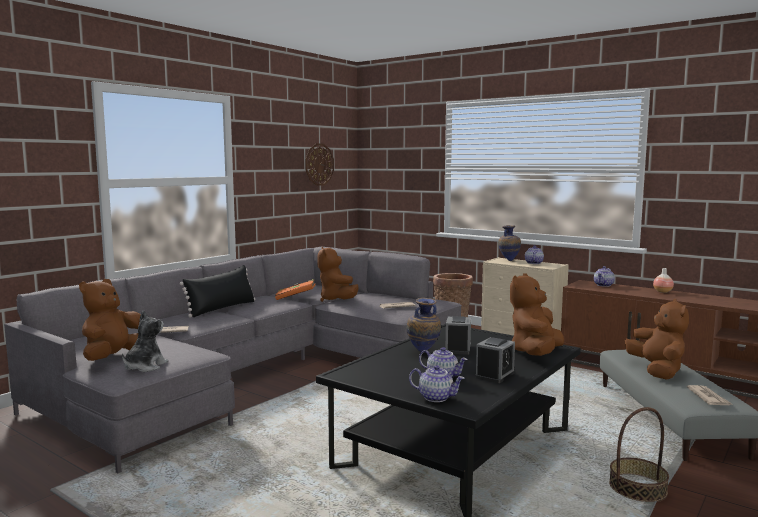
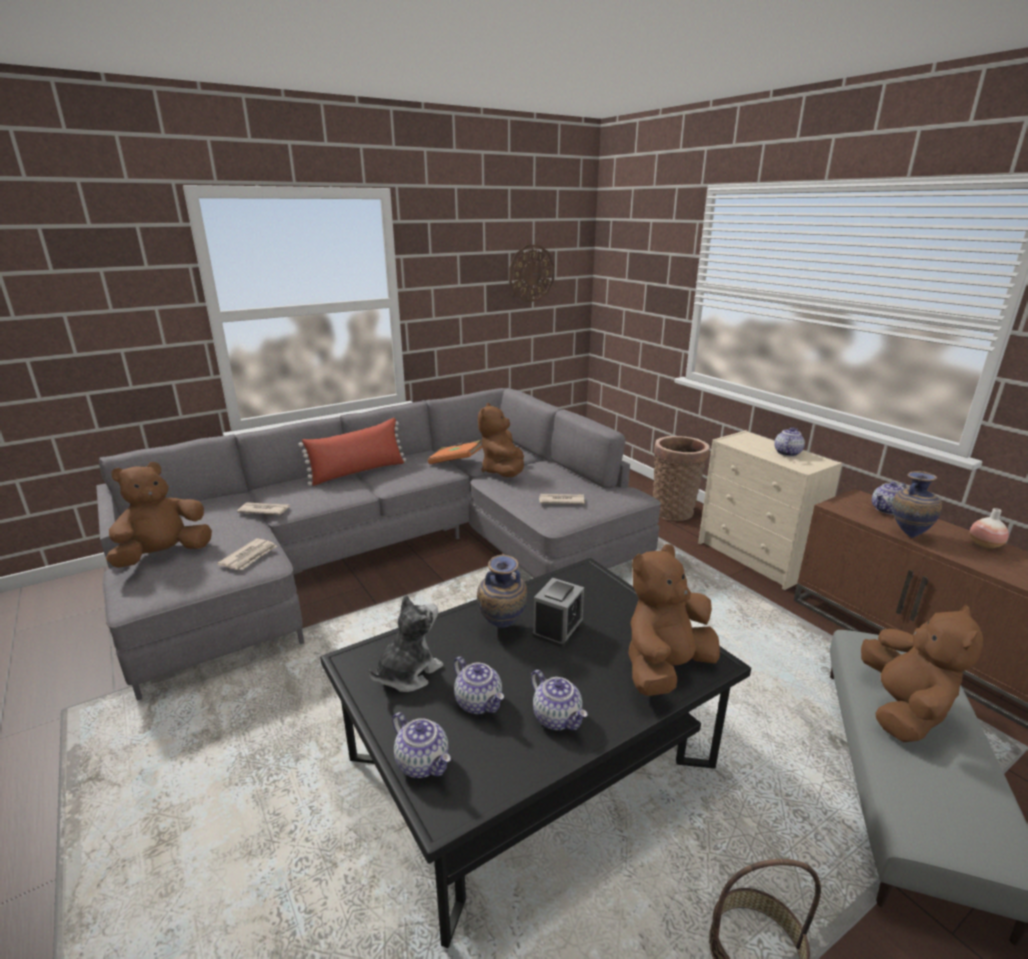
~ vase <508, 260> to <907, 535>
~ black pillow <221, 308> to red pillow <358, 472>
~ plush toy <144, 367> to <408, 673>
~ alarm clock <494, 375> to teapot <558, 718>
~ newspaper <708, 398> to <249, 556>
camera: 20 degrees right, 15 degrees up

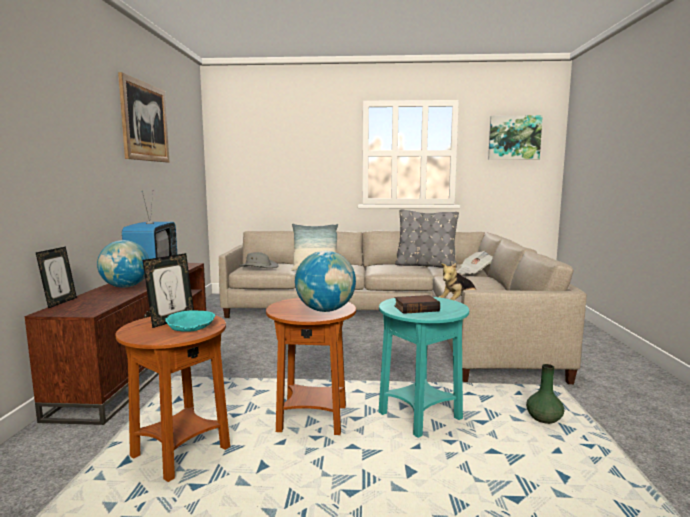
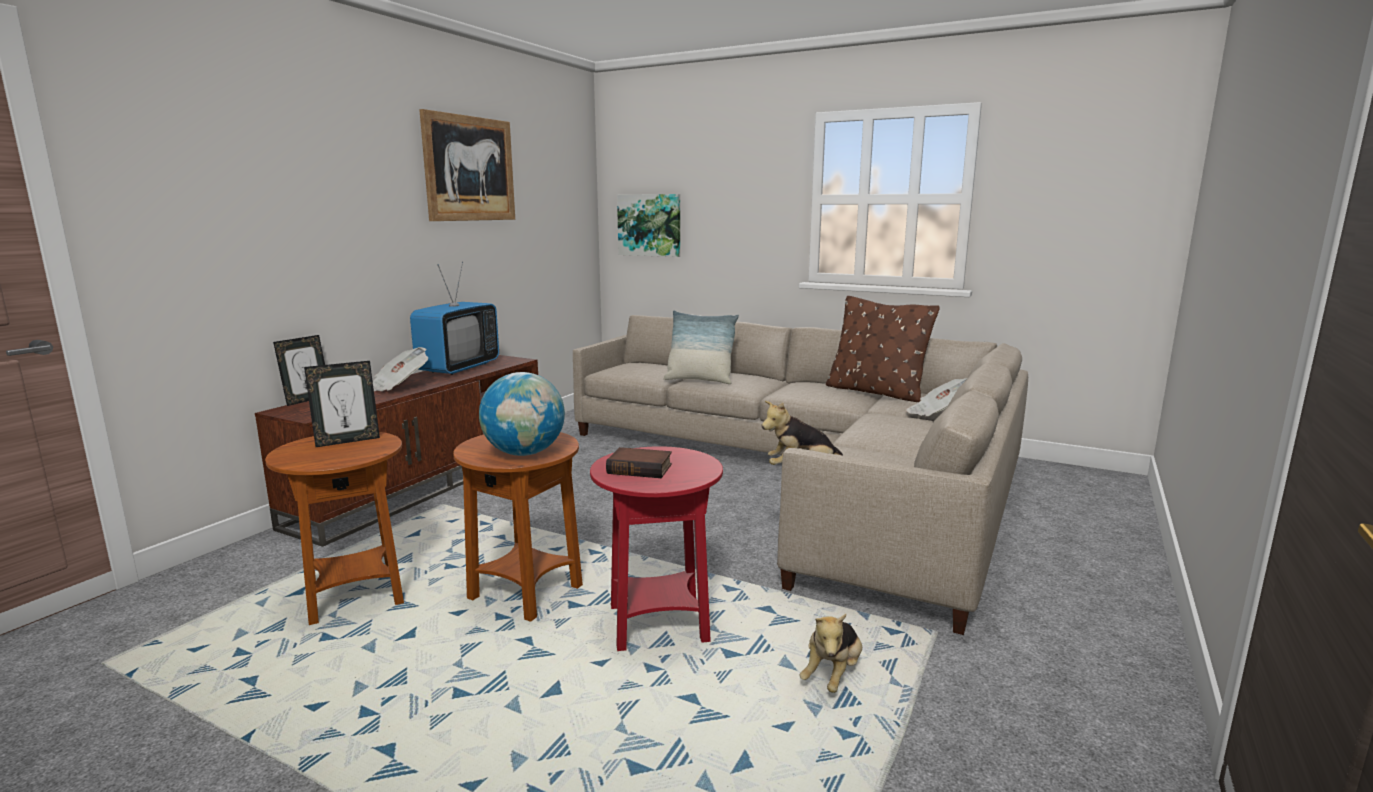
~ picture <514, 138> to <650, 225>
~ grey pillow <425, 265> to brown pillow <876, 392>
~ globe <125, 287> to newspaper <397, 386>
- grey hat <258, 267>
~ turquoise side table <420, 416> to red side table <658, 624>
- turquoise bowl <190, 327>
~ green vase <543, 419> to plush toy <832, 675>
camera: 25 degrees right, 5 degrees up

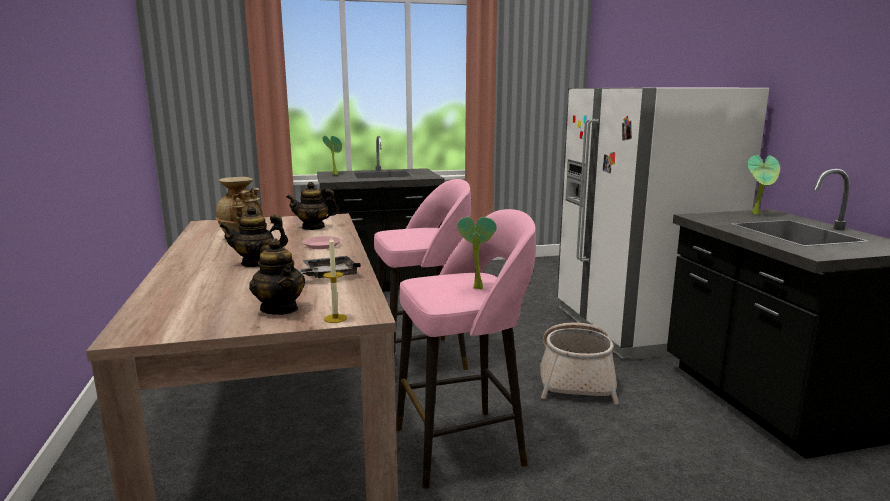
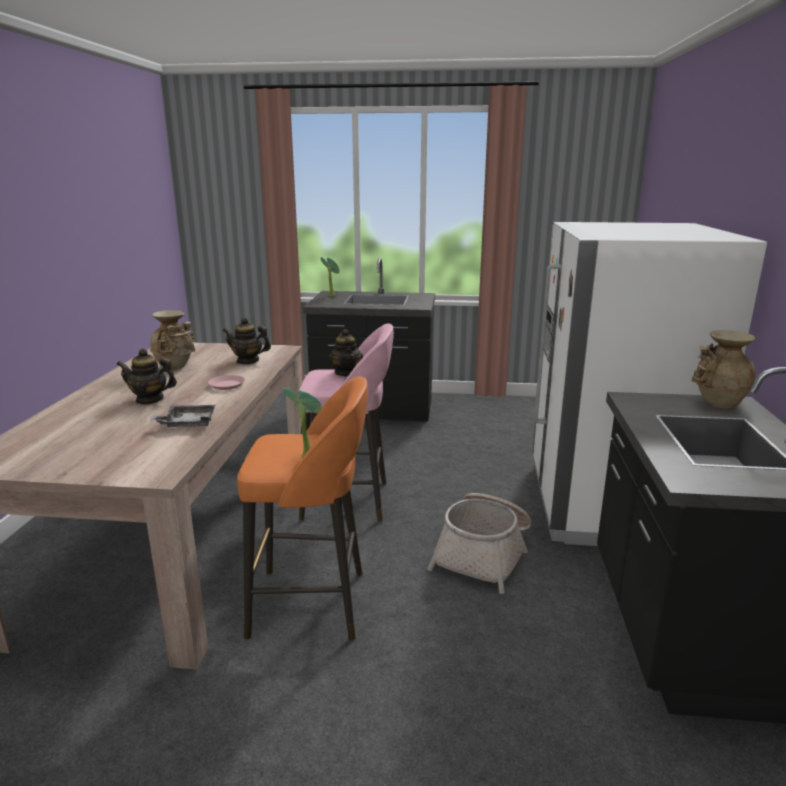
~ potted plant <757, 214> to beige vase <717, 403>
~ pink stool <463, 446> to orange stool <312, 604>
- candle <335, 318>
~ teapot <280, 309> to <346, 373>
camera: 20 degrees right, 5 degrees up

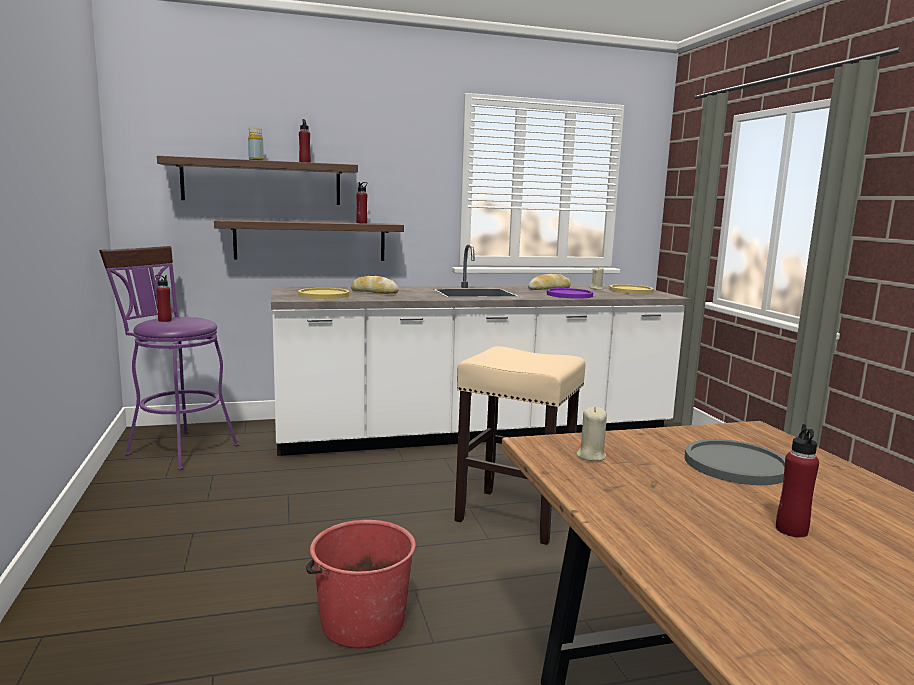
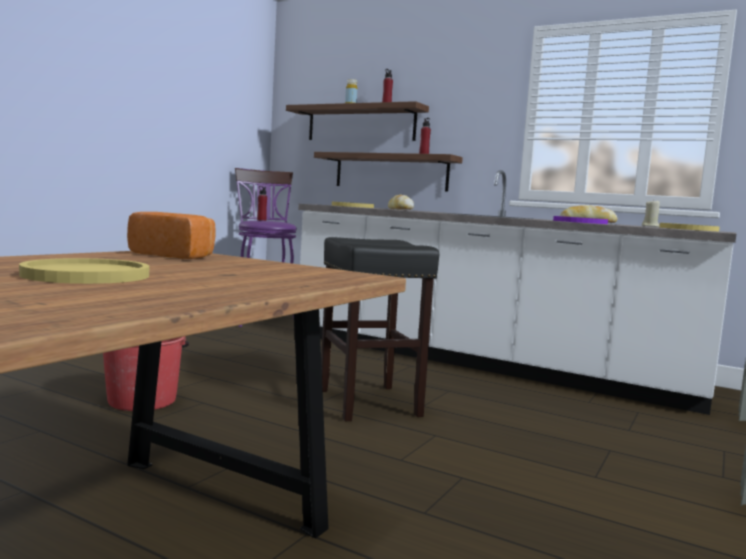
~ beige stool <515, 516> to black stool <369, 403>
~ beige candle <590, 456> to bread <174, 255>
~ red bottle <791, 530> to yellow plate <86, 275>
- grey plate <735, 464>
camera: 45 degrees right, 5 degrees down

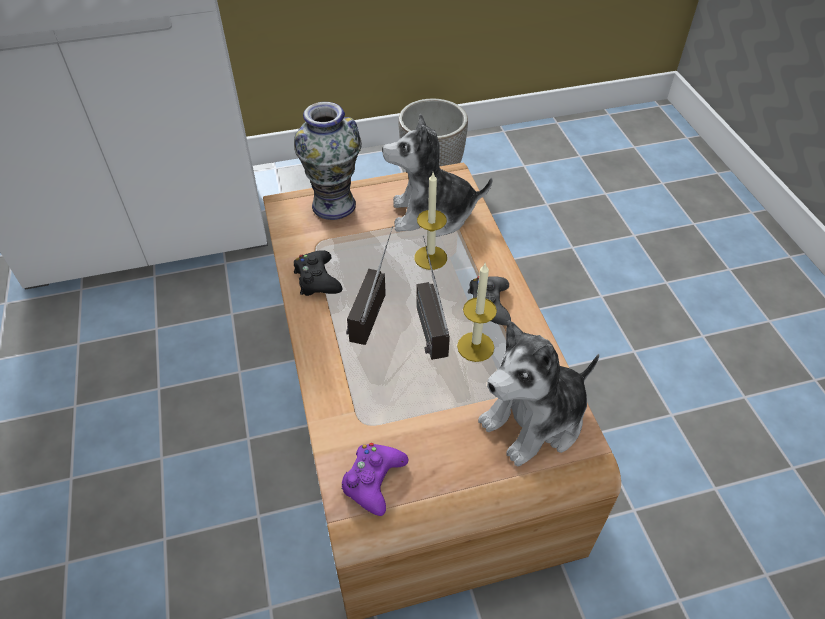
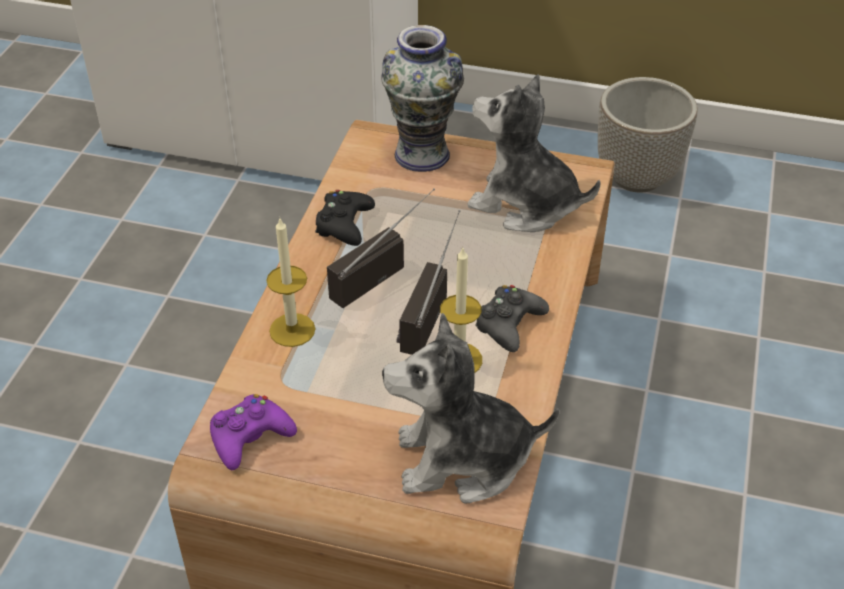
~ candle <430, 257> to <292, 330>
camera: 30 degrees right, 5 degrees down

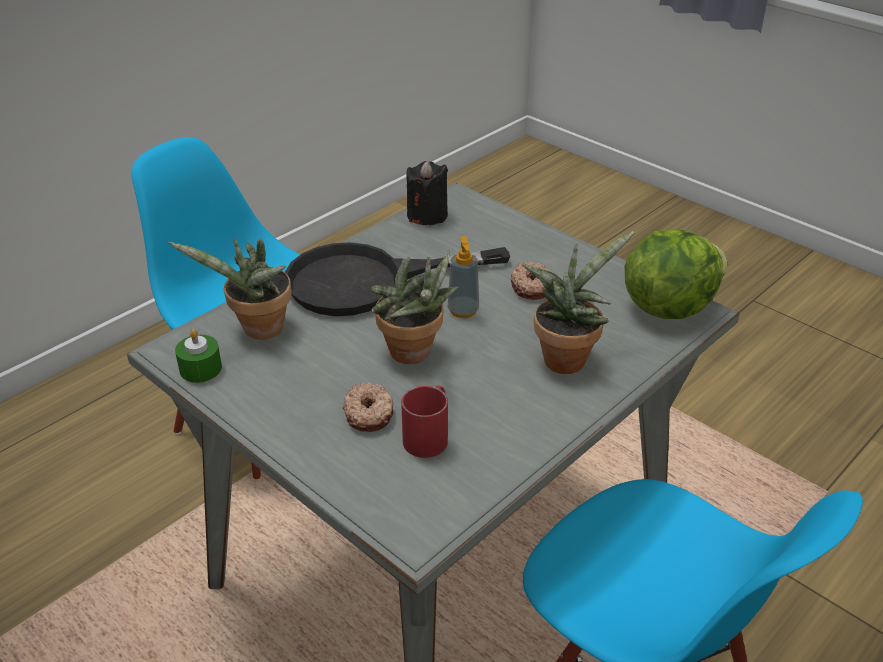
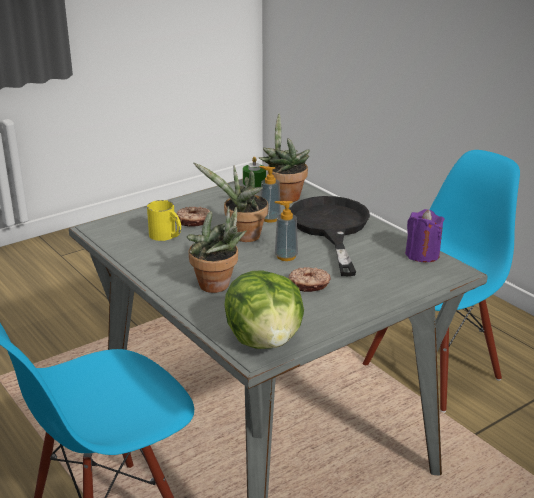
~ black candle <427, 215> to purple candle <422, 255>
~ red mug <429, 435> to yellow mug <166, 236>
+ soap dispenser <270, 218>
camera: 100 degrees right, 10 degrees down

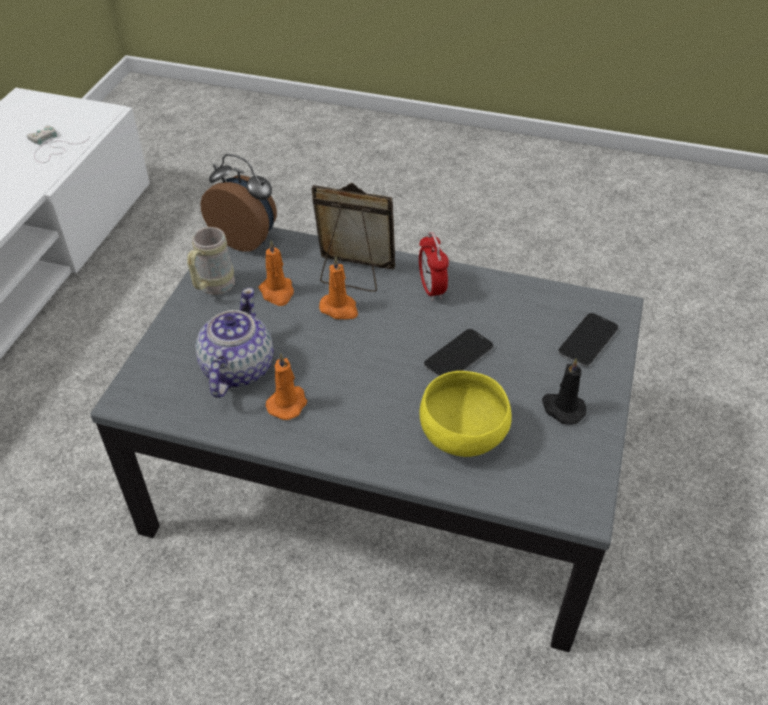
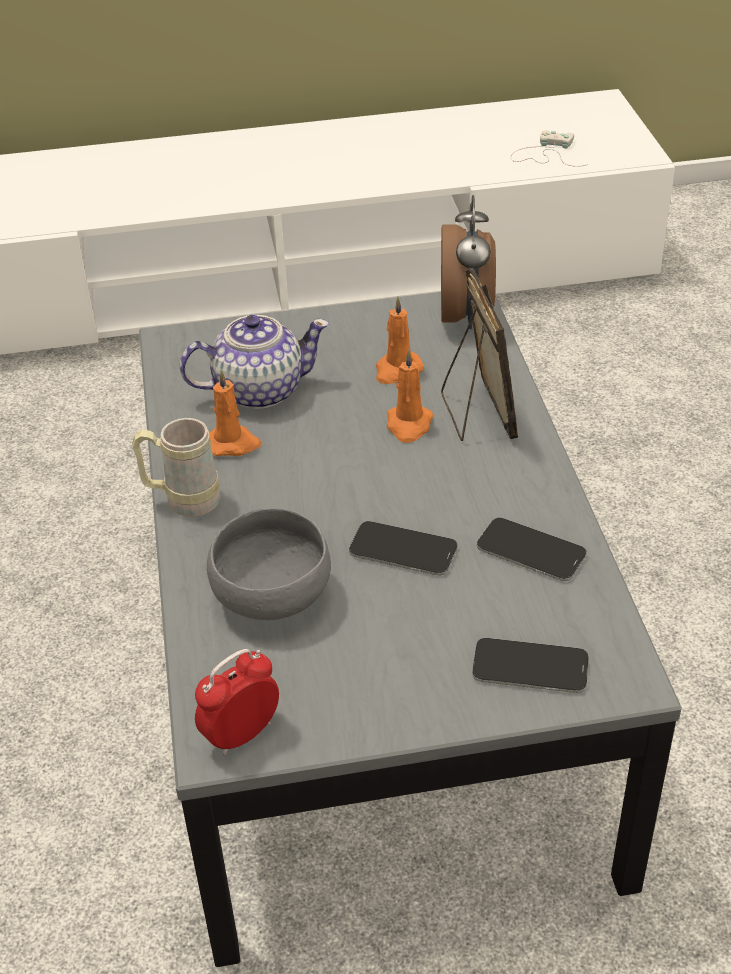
~ beige mug <212, 288> to <182, 501>
~ alarm clock <431, 289> to <242, 734>
- black candle <562, 408>
~ yellow bowl <464, 434> to grey bowl <274, 598>
+ phone <531, 551>
camera: 65 degrees right, 5 degrees down

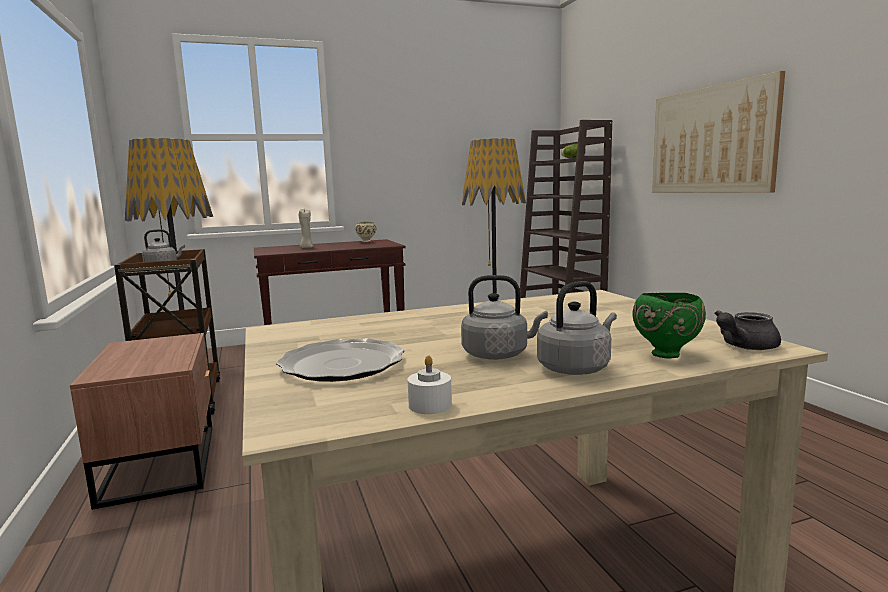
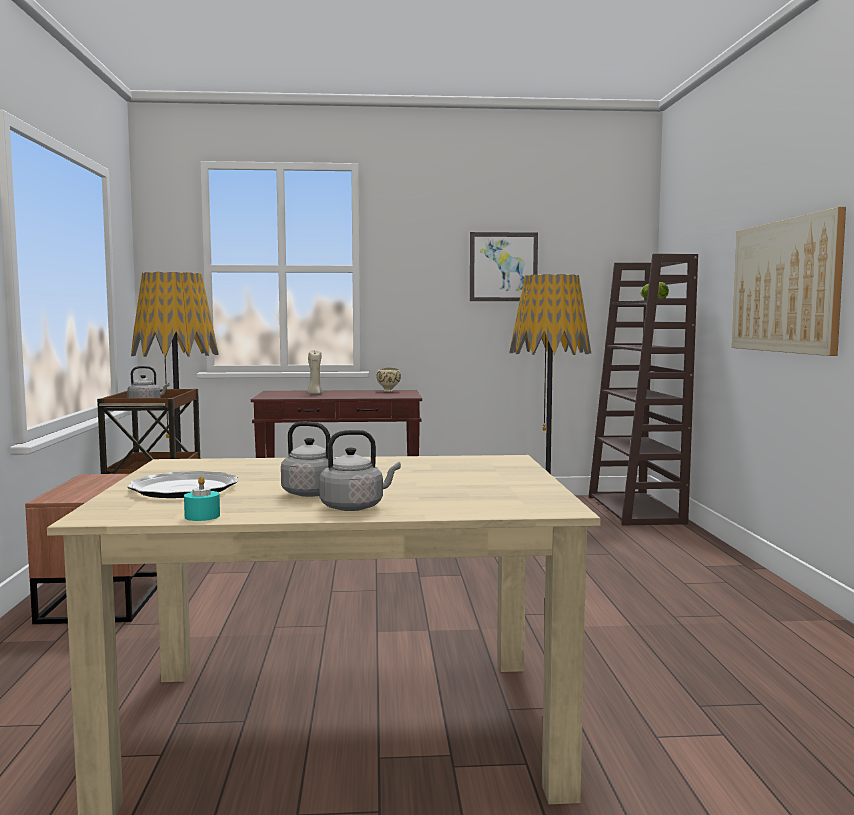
- green bowl <666, 354>
- grey teapot <743, 346>
~ white candle <430, 405> to turquoise candle <202, 516>
+ picture <503, 267>
camera: 15 degrees right, 5 degrees down

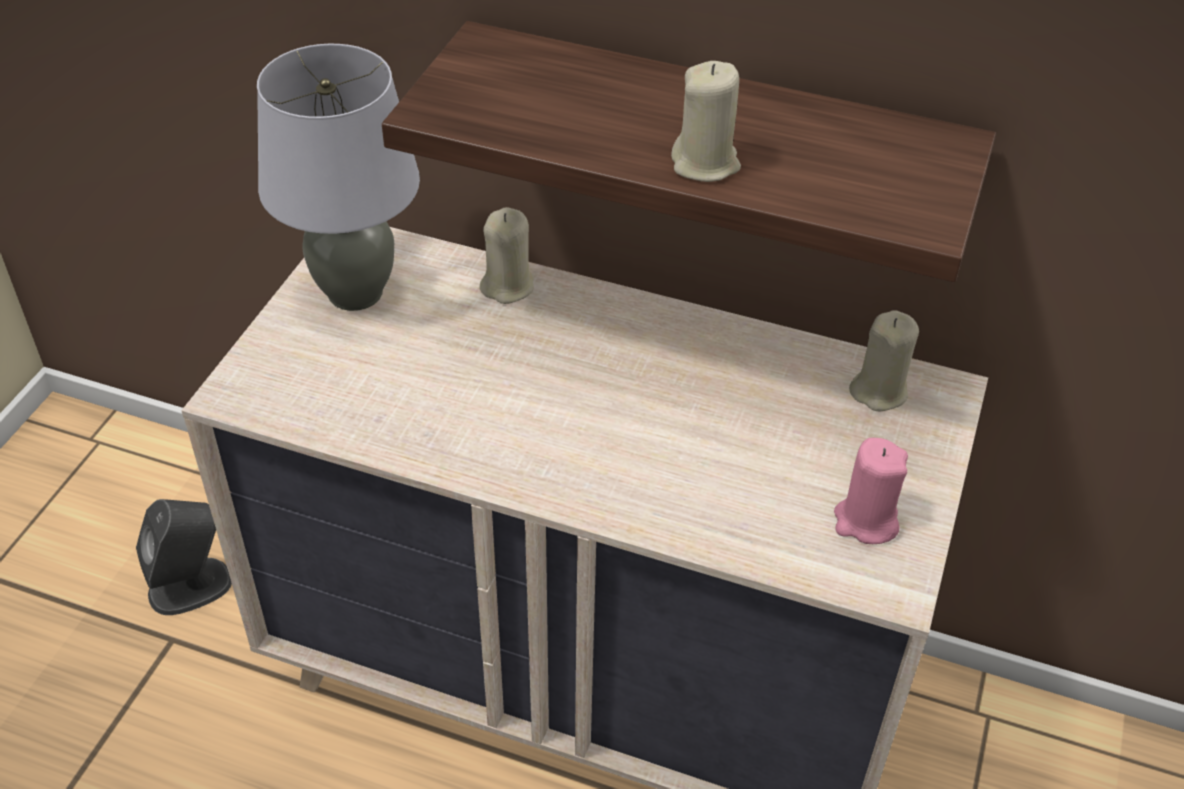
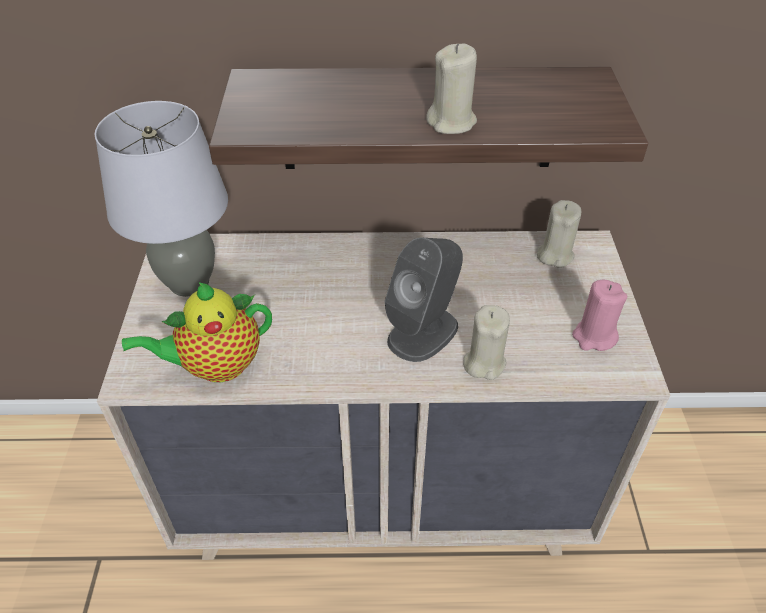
~ beige candle <508, 286> to <484, 363>
~ grey speaker <191, 586> to <423, 332>
+ teapot <216, 366>
camera: 20 degrees left, 0 degrees up

